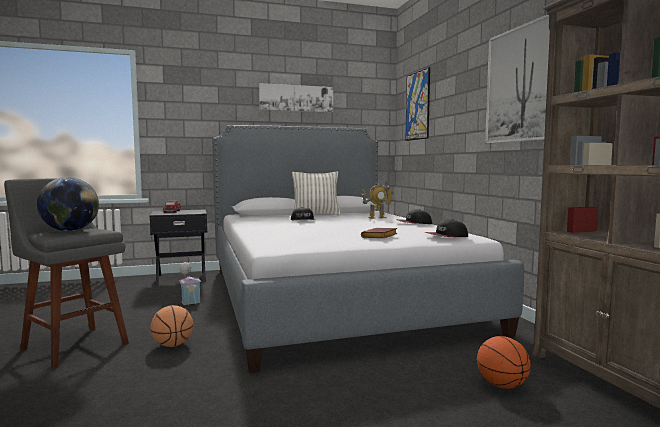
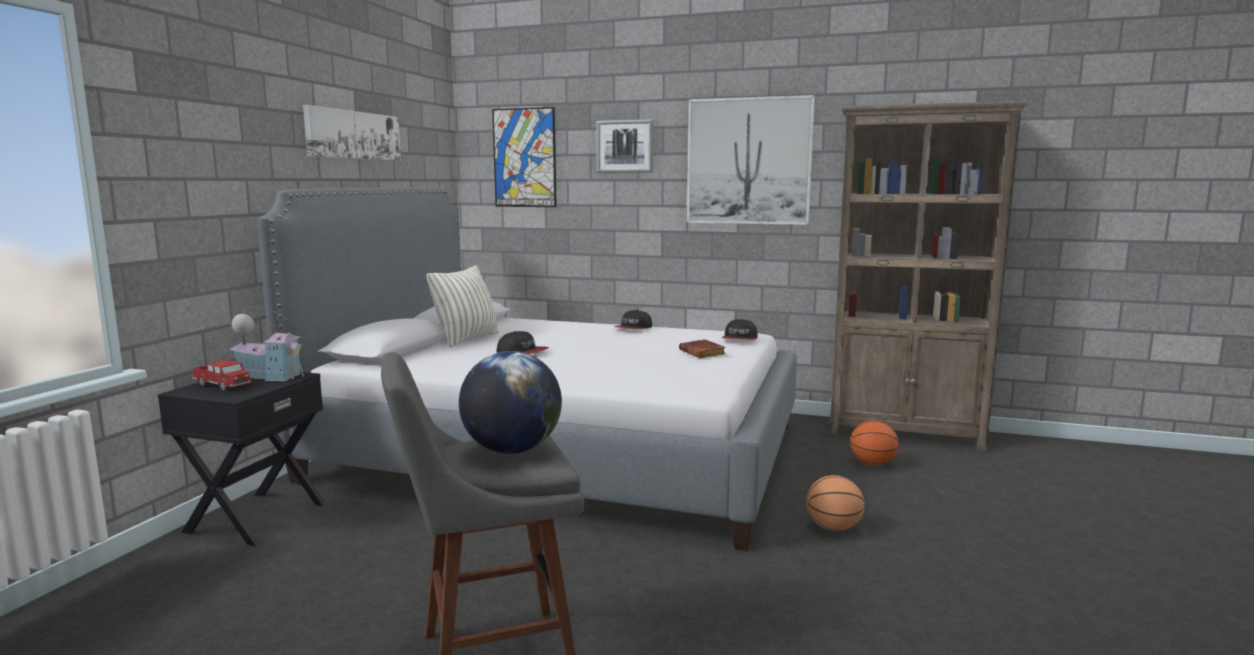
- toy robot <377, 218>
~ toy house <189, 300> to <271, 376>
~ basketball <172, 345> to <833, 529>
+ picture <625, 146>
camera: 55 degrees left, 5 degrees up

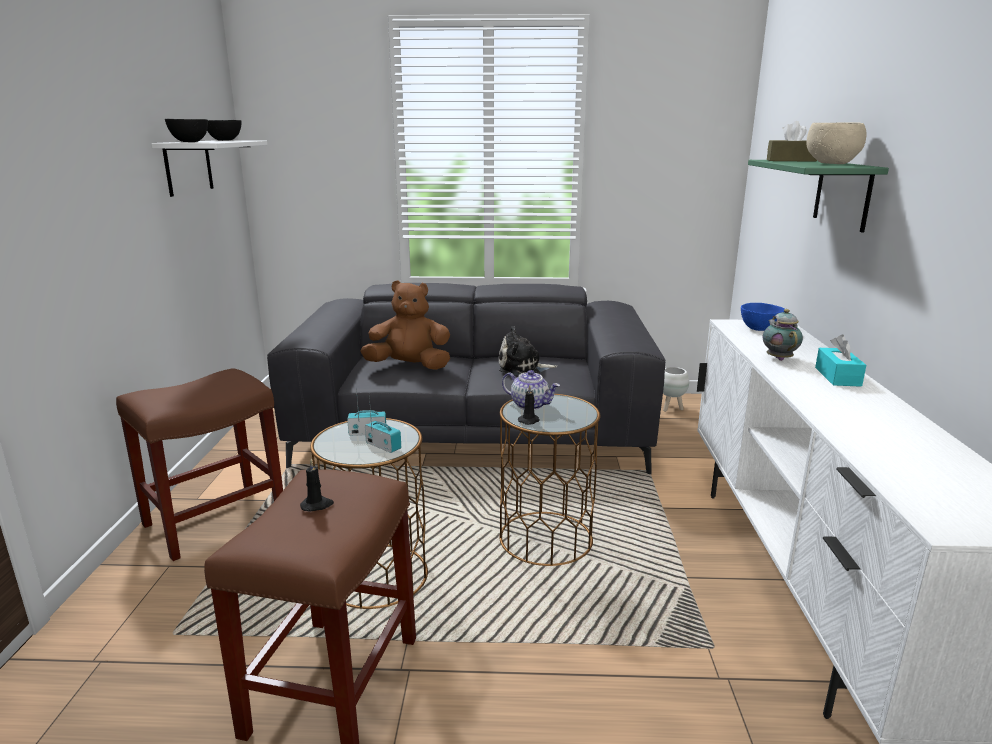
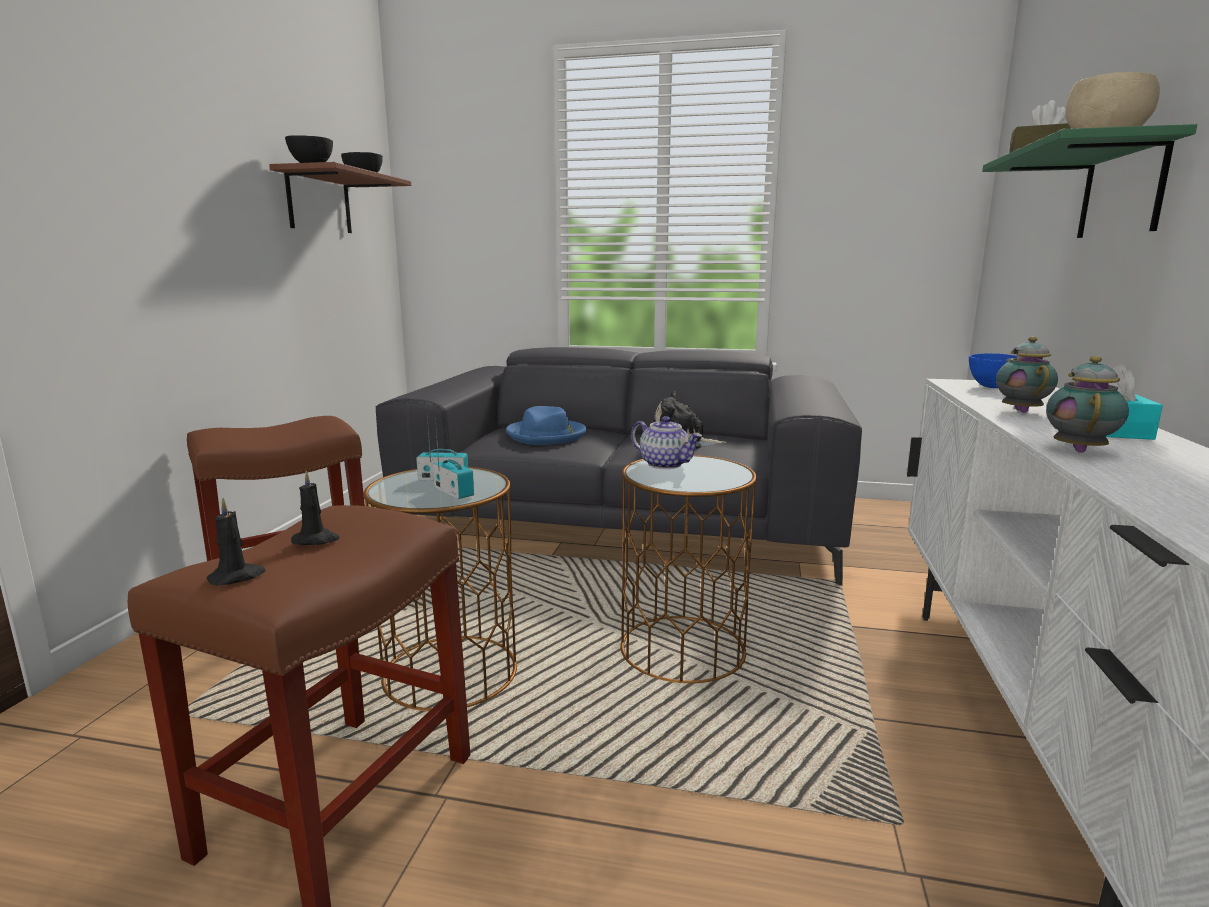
~ white shelf <188, 167> to brown shelf <319, 202>
~ brown plush toy <409, 366> to blue hat <547, 435>
- white planter <671, 408>
~ black candle <529, 420> to <237, 577>
+ teapot <1079, 450>
camera: 10 degrees right, 5 degrees down

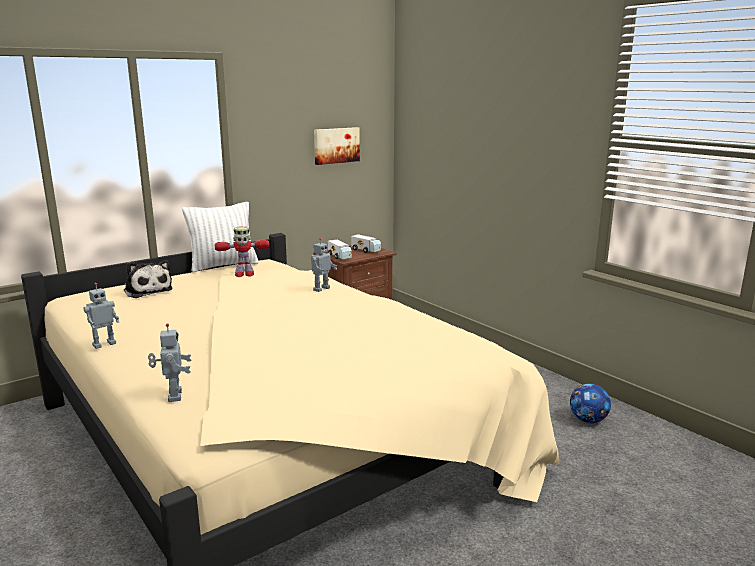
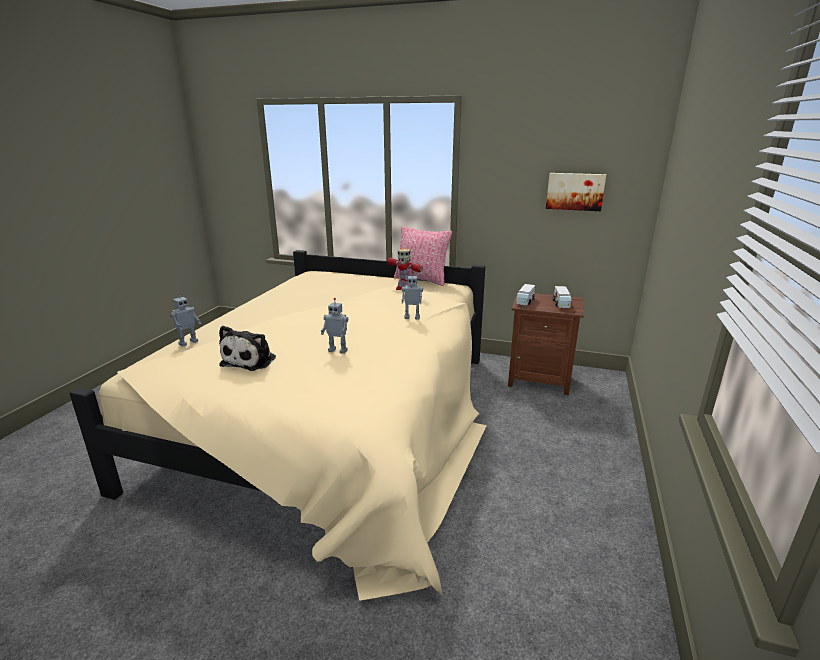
~ white pillow <223, 266> to pink pillow <421, 280>
~ plush toy <147, 290> to <251, 360>
~ toy robot <104, 344> to <338, 350>
- football <588, 420>
camera: 55 degrees right, 5 degrees up

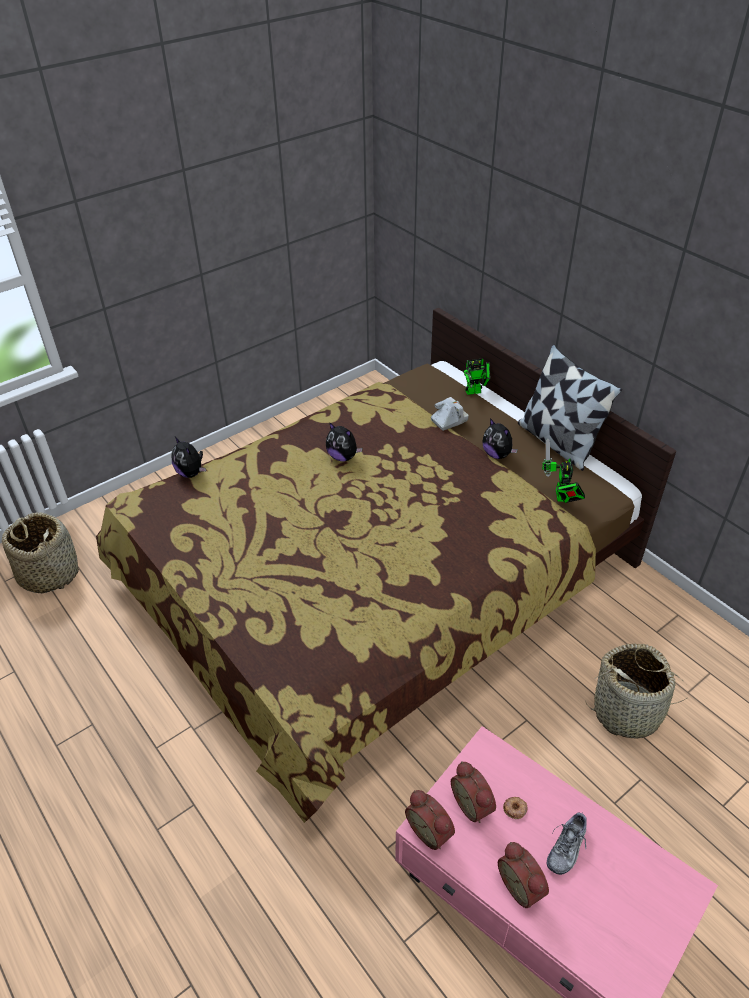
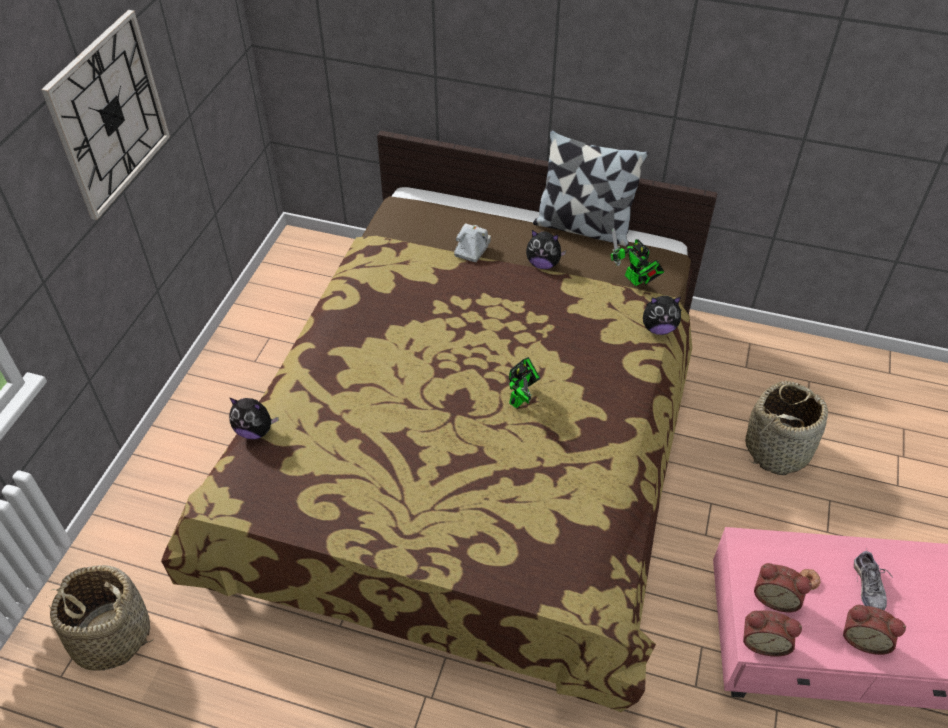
~ toy robot <475, 391> to <521, 398>
~ plush toy <343, 457> to <658, 328>
+ wall clock <109, 115>
camera: 35 degrees left, 5 degrees up

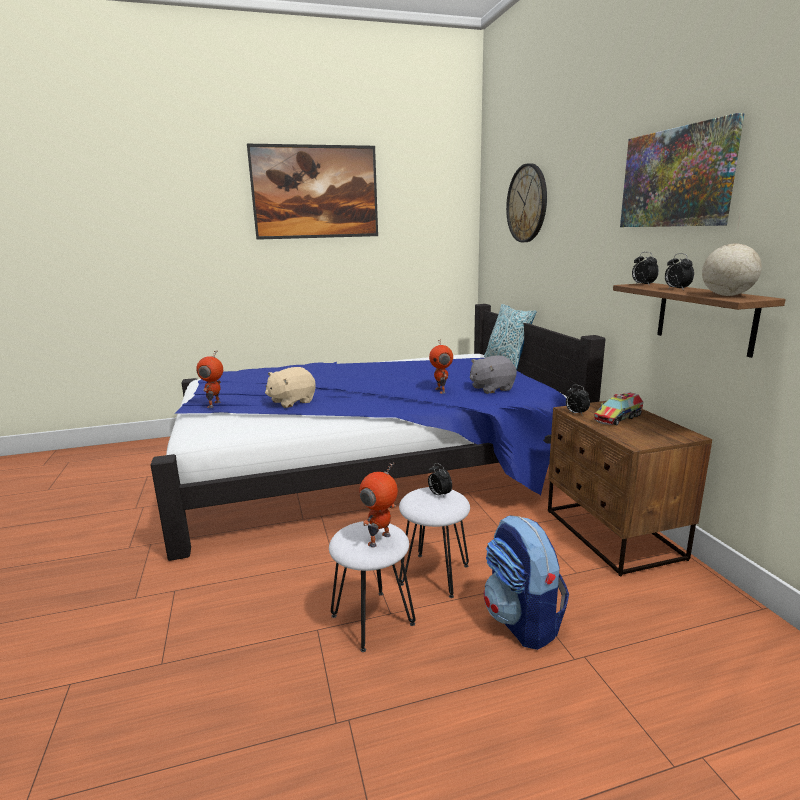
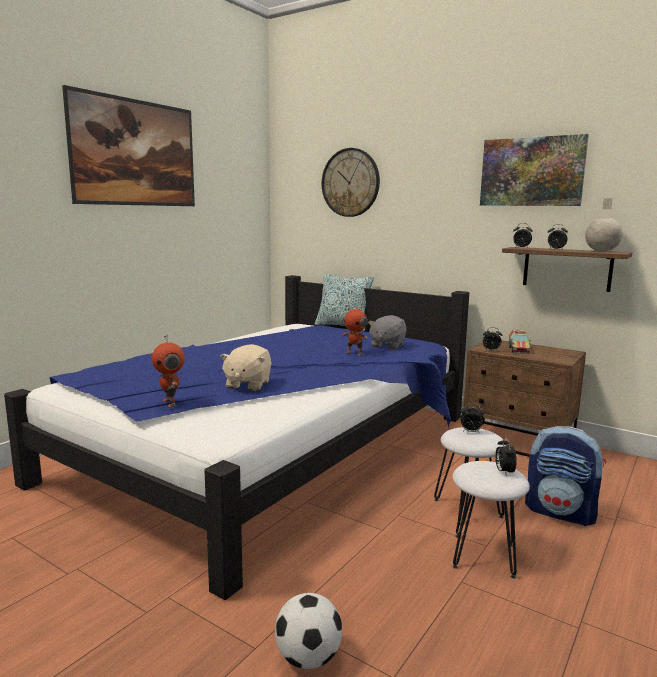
~ toy robot <380, 540> to alarm clock <504, 472>
+ football <308, 658>
camera: 40 degrees left, 5 degrees down

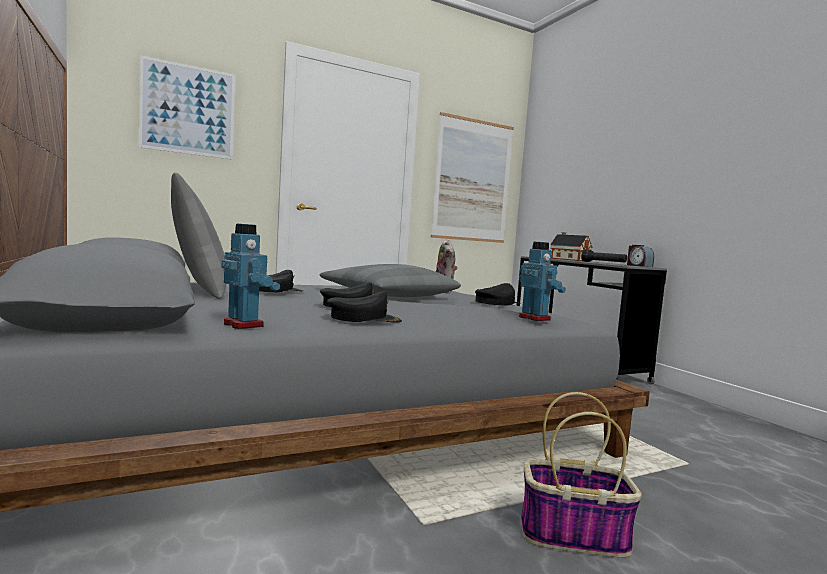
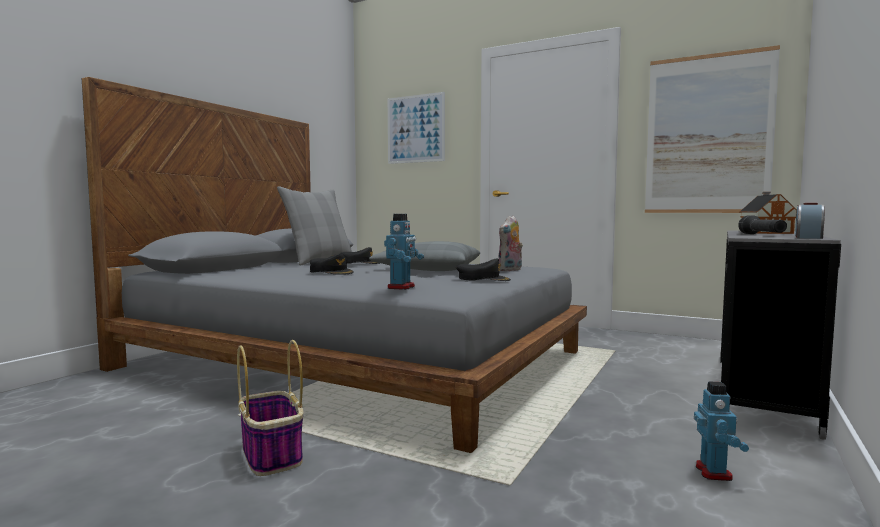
~ toy robot <244, 325> to <714, 472>
- black cap <364, 319>
camera: 55 degrees right, 0 degrees up

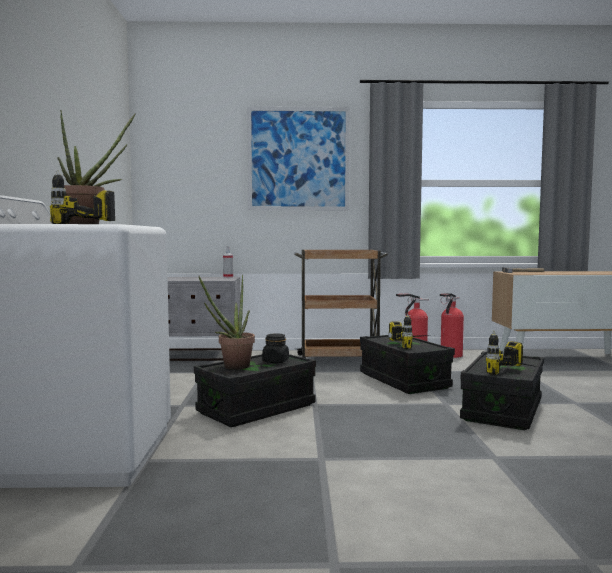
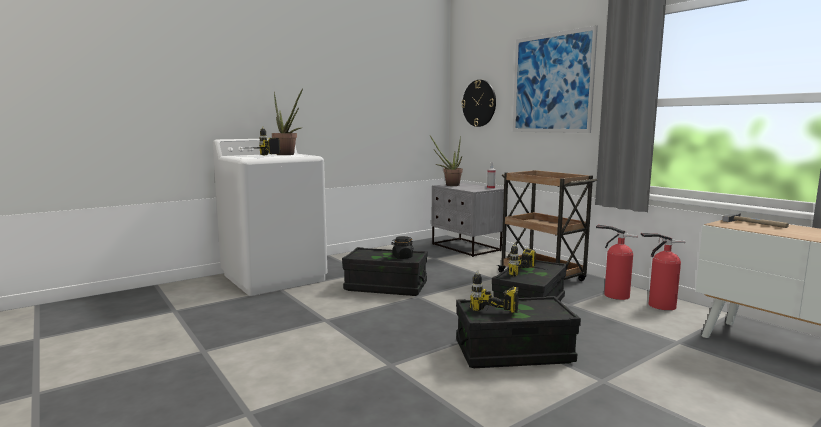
~ potted plant <232, 367> to <449, 185>
+ wall clock <479, 103>
camera: 55 degrees right, 5 degrees up

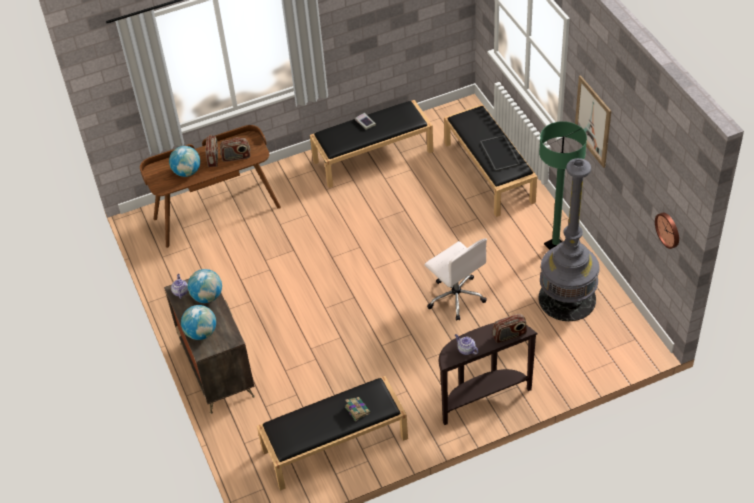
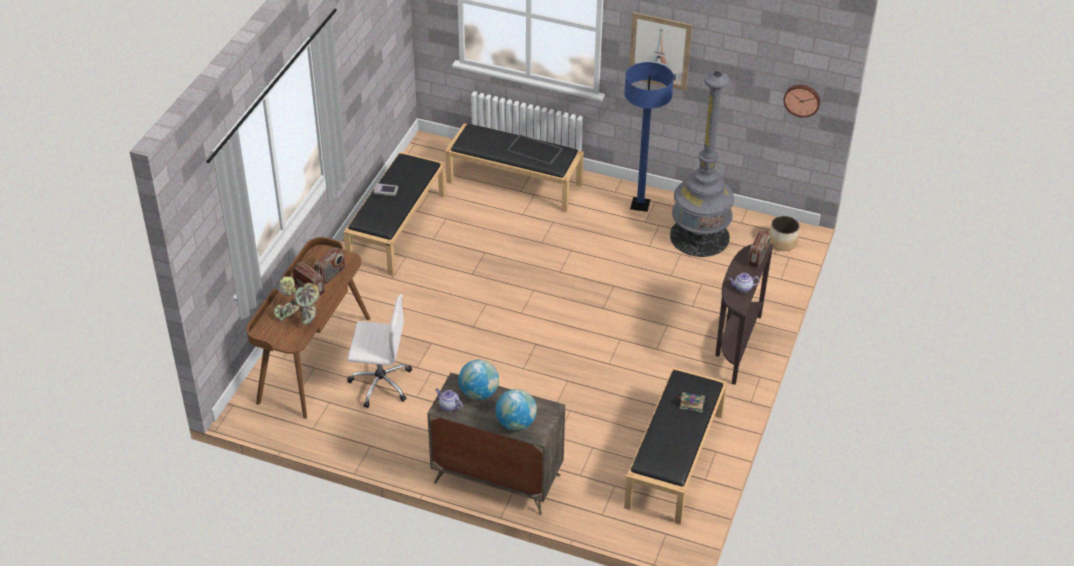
~ green floor lamp <555, 246> to blue floor lamp <640, 205>
~ globe <187, 172> to potted plant <300, 315>
~ white office chair <455, 297> to <380, 383>
+ planter <782, 243>
camera: 50 degrees left, 5 degrees down

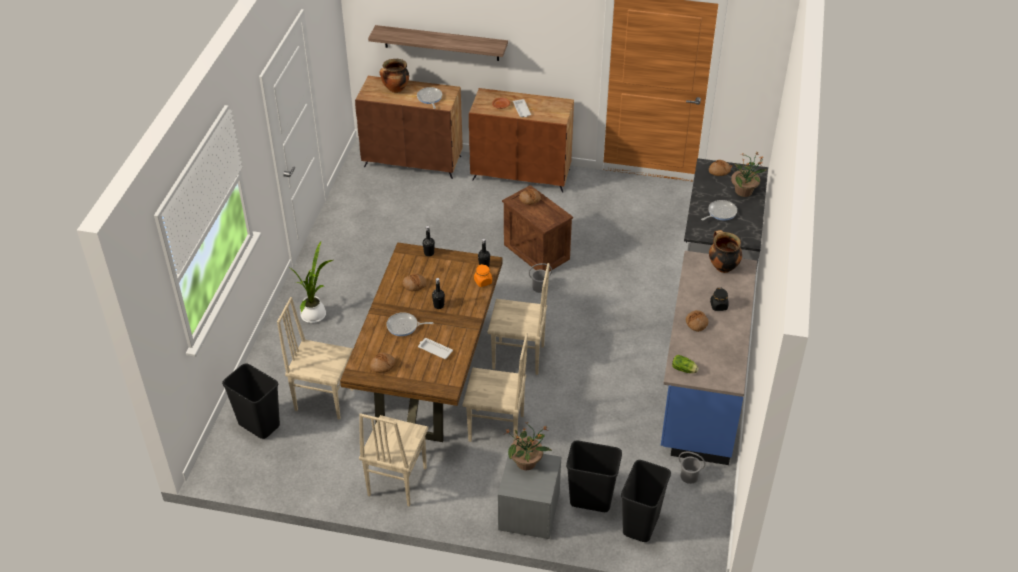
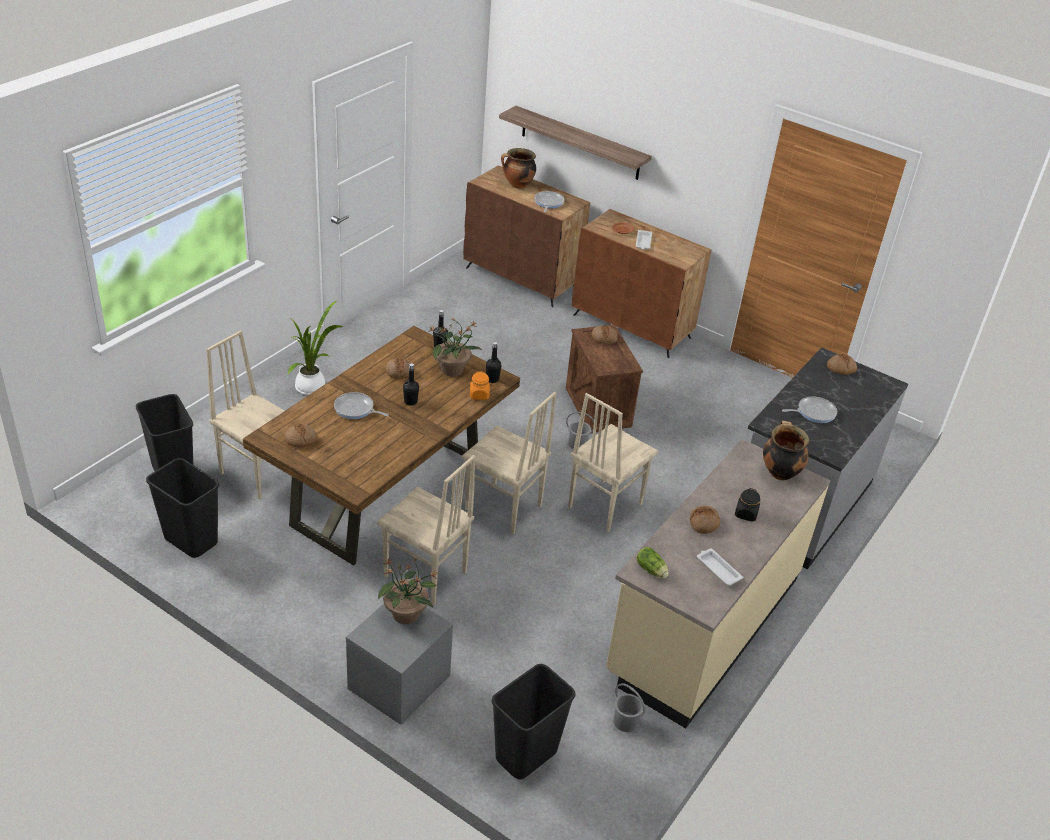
~ potted plant <744, 191> to <452, 370>
~ blue counter <700, 390> to beige counter <703, 625>
~ white tray <434, 350> to <718, 569>
~ beige chair <396, 482> to <603, 505>
~ black trash can <590, 500> to <190, 541>
camera: 20 degrees right, 5 degrees down

